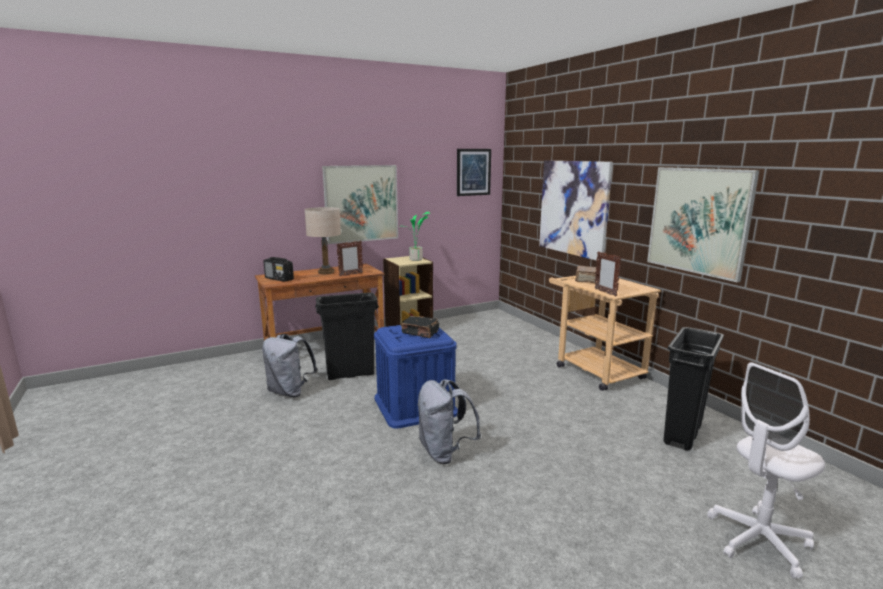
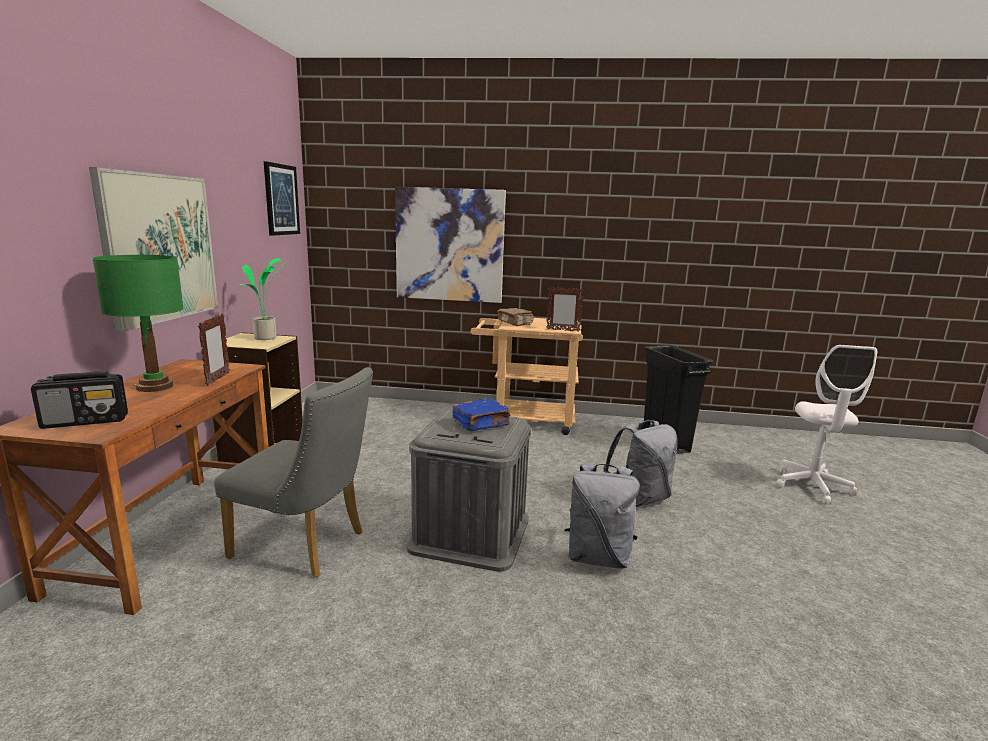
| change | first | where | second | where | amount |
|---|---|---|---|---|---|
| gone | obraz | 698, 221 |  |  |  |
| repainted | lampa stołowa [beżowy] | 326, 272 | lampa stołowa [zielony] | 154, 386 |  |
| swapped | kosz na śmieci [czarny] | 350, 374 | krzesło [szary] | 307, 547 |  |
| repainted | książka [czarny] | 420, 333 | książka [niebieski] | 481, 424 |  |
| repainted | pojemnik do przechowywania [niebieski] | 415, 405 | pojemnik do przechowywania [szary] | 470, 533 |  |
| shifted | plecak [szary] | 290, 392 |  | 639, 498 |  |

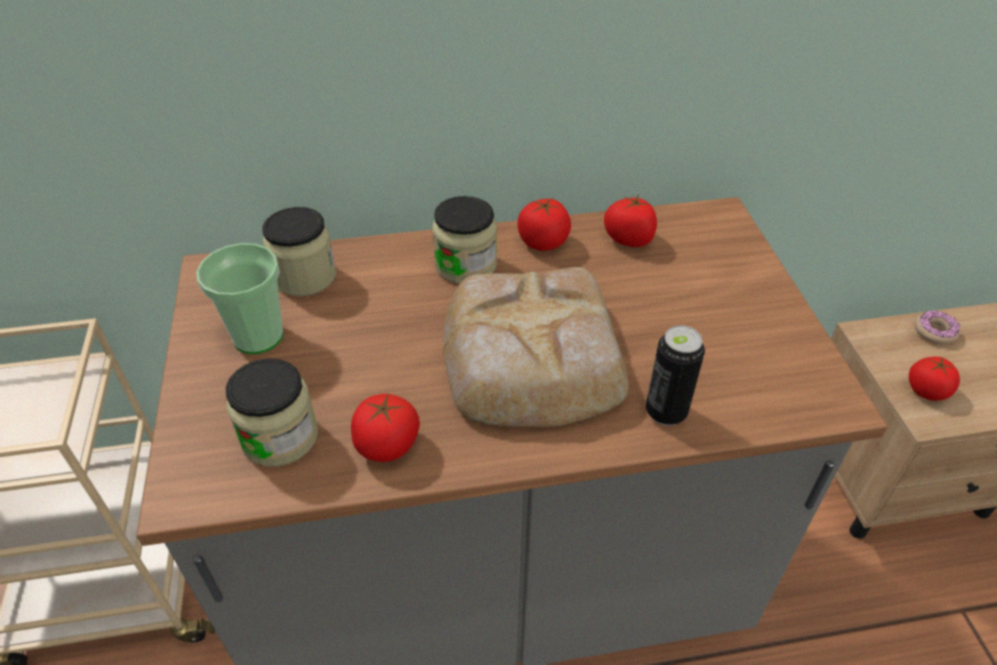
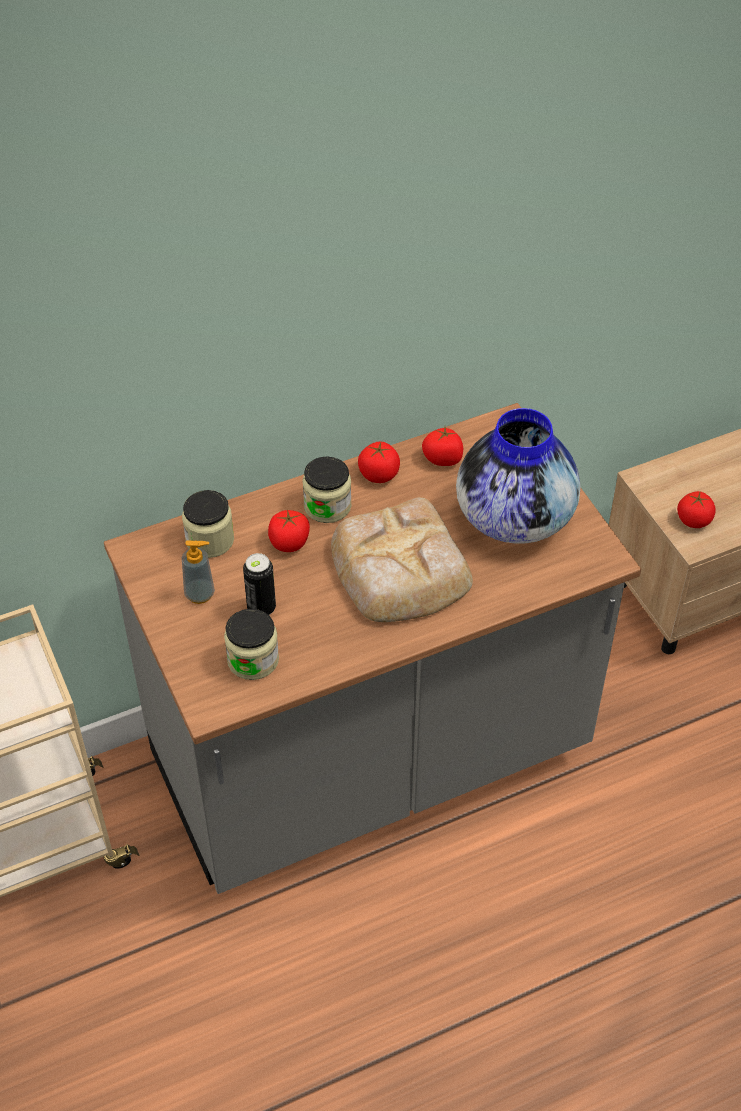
| change | first | where | second | where | amount |
|---|---|---|---|---|---|
| swapped | filiżanka | 258, 336 | dozownik mydła | 200, 594 |  |
| gone | donut | 934, 331 |  |  |  |
| shifted | puszka | 666, 412 |  | 261, 608 |  |
| shifted | pomidor | 387, 445 |  | 289, 542 |  |
| new |  |  | wazon | 515, 517 |  |

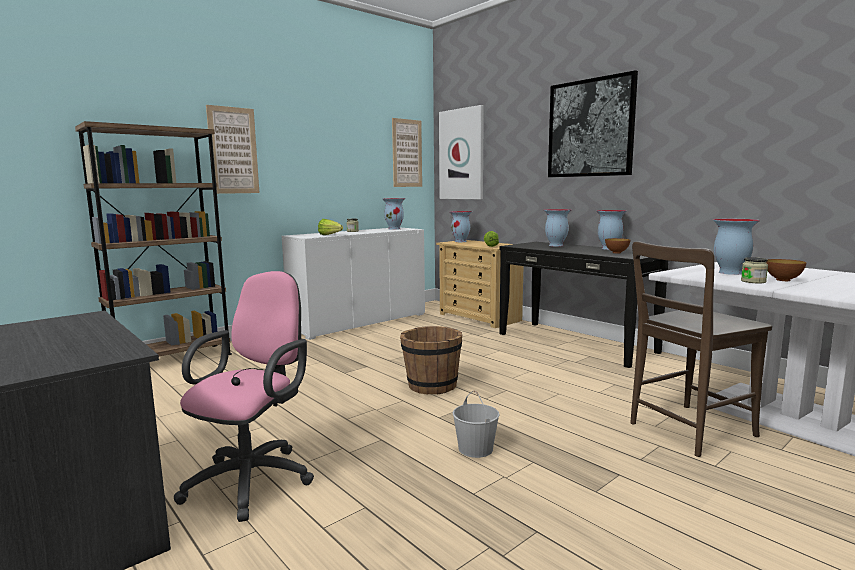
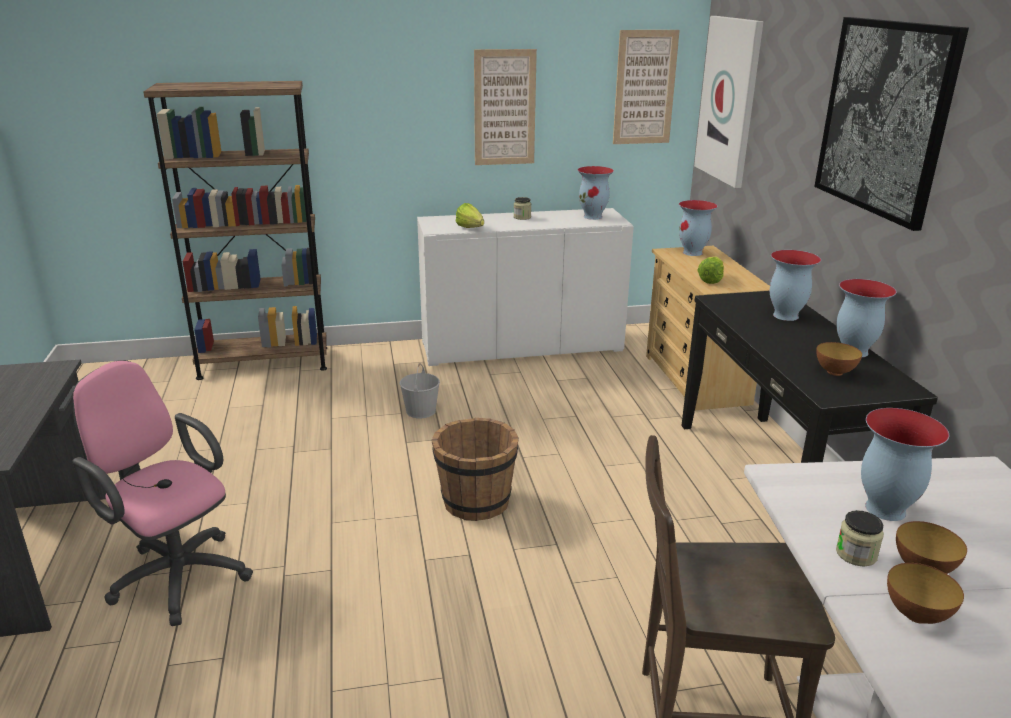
| change | first | where | second | where | amount |
|---|---|---|---|---|---|
| shifted | obraz | 233, 150 |  | 504, 108 |  |
| rotated | krzesło biurowe [różowy] | 254, 478 |  | 176, 574 | 105 degrees counterclockwise |
| shifted | wiadro [biały] | 475, 448 |  | 420, 410 |  |
| new |  |  | miska | 916, 615 |  |

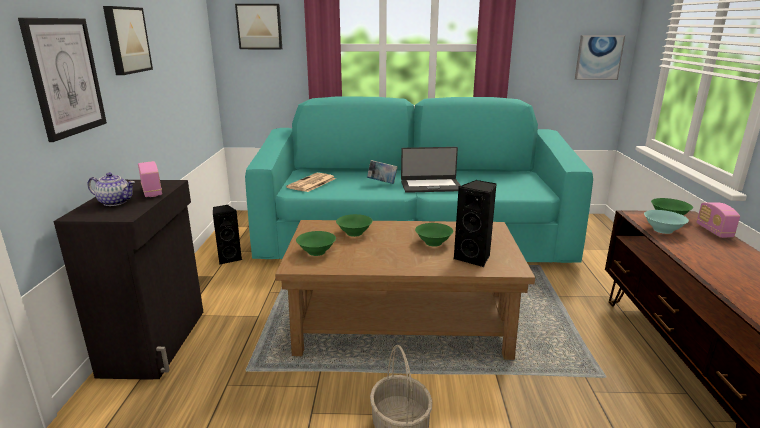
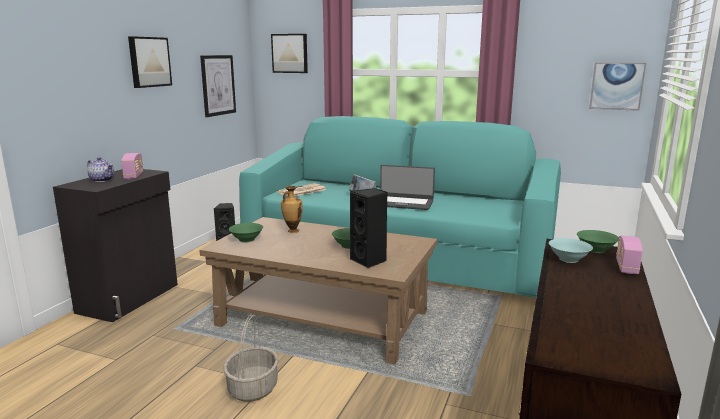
| change | first | where | second | where | amount |
|---|---|---|---|---|---|
| shifted | obraz | 65, 77 |  | 218, 85 |  |
| swapped | miska [zielony] | 354, 233 | wazon | 292, 231 |  |

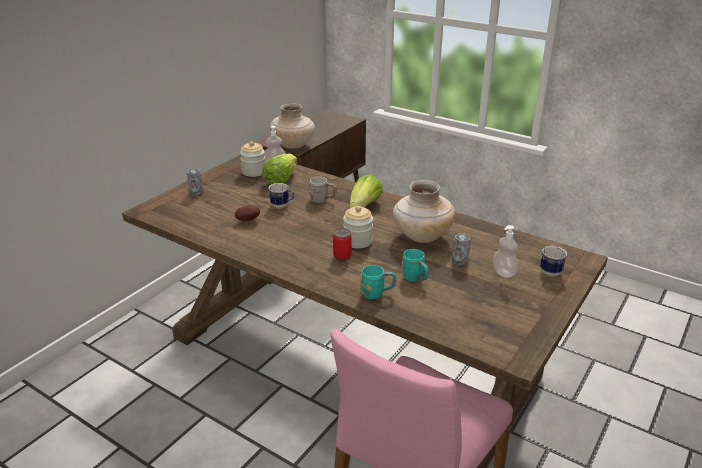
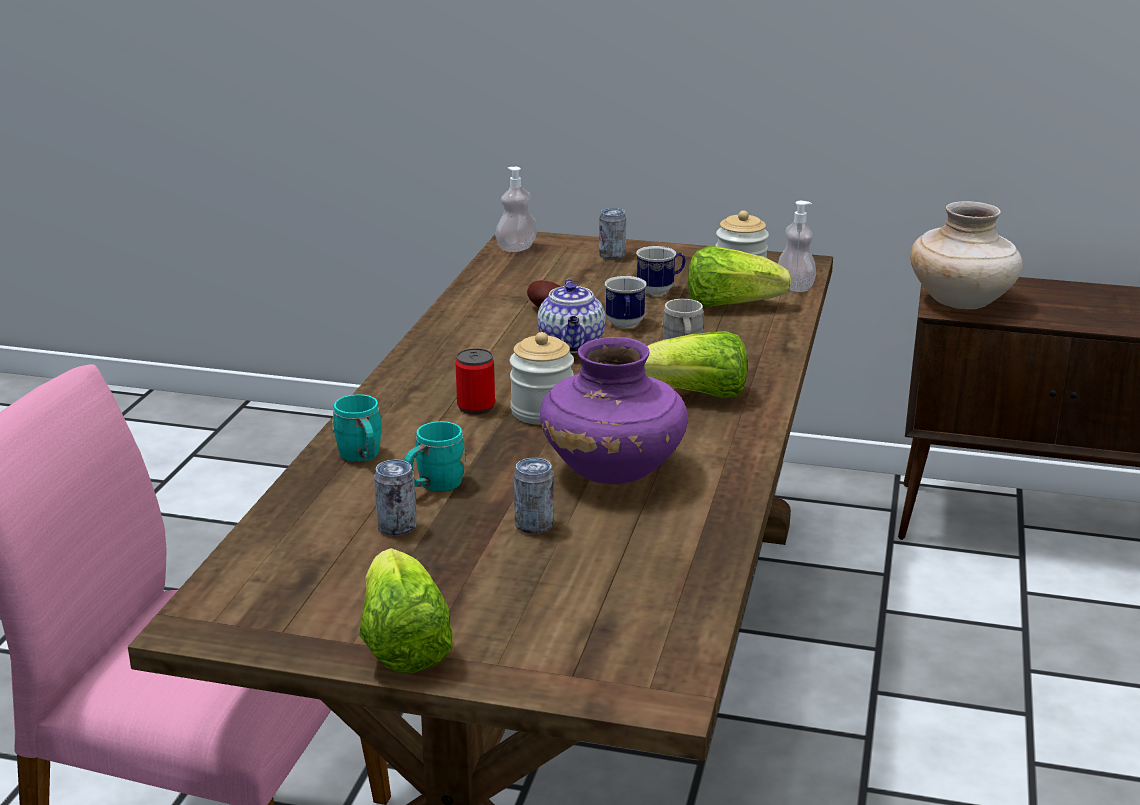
| change | first | where | second | where | amount |
|---|---|---|---|---|---|
| repainted | wazon [beżowy] | 421, 236 | wazon [fioletowy] | 613, 471 |  |
| shifted | dozownik mydła | 503, 273 |  | 516, 248 |  |
| shifted | kubek | 549, 270 |  | 660, 290 |  |
| new |  |  | imbryk | 572, 345 |  |
| new |  |  | puszka | 397, 527 |  |
| new |  |  | sałata | 403, 643 |  |

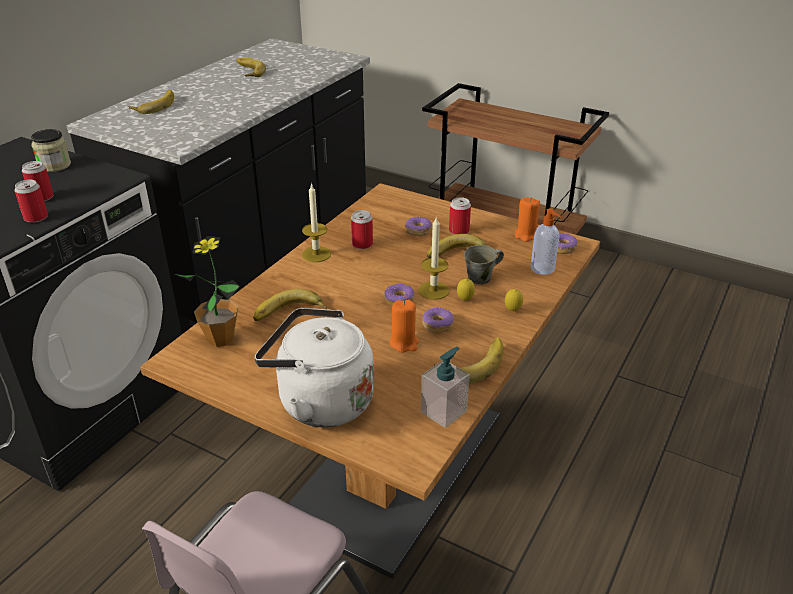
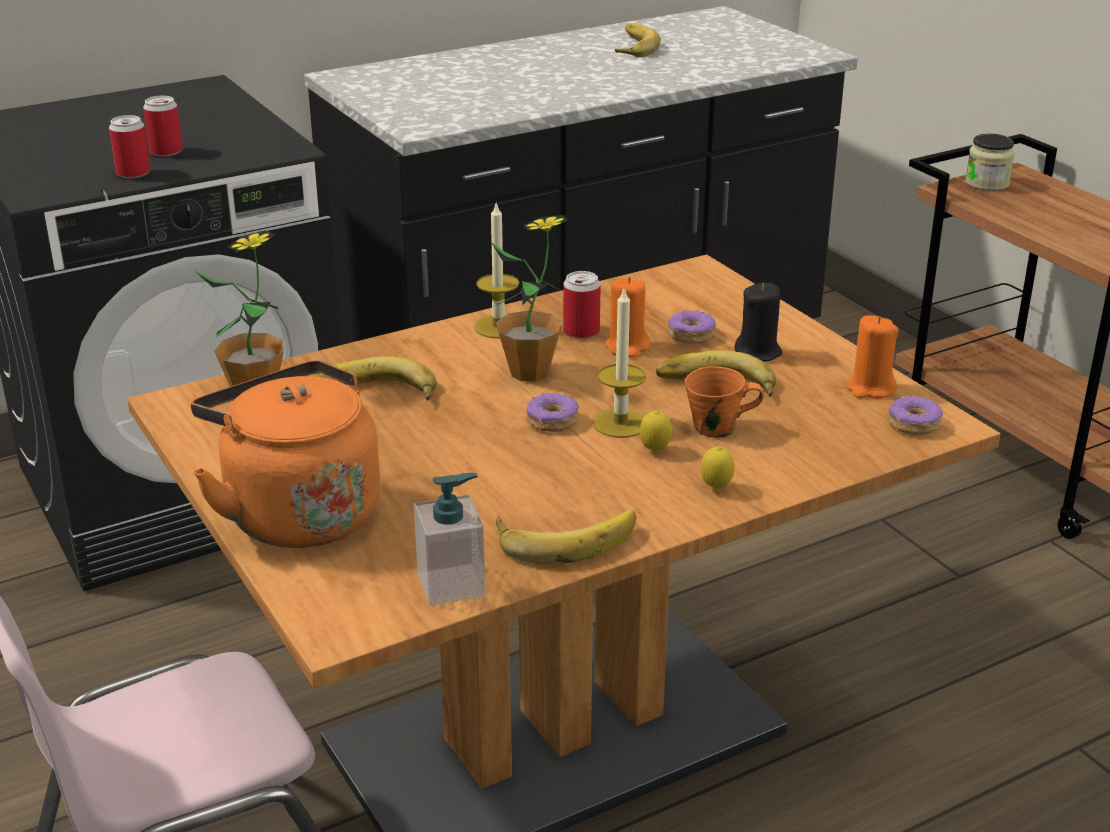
| change | first | where | second | where | amount |
|---|---|---|---|---|---|
| gone | banan | 154, 105 |  |  |  |
| shifted | słoik | 54, 165 |  | 987, 183 |  |
| swapped | puszka | 459, 231 | świeca [czarny] | 758, 353 |  |
| gone | dozownik mydła | 543, 269 |  |  |  |
| repainted | kubek [szary] | 481, 278 | kubek [pomarańczowy] | 717, 428 |  |
| shifted | świeca [pomarańczowy] | 404, 343 |  | 627, 346 |  |
| gone | donut | 437, 325 |  |  |  |
| repainted | czajnik [biały] | 320, 402 | czajnik [pomarańczowy] | 297, 513 |  |
| new |  |  | roślina doniczkowa | 529, 372 |  |

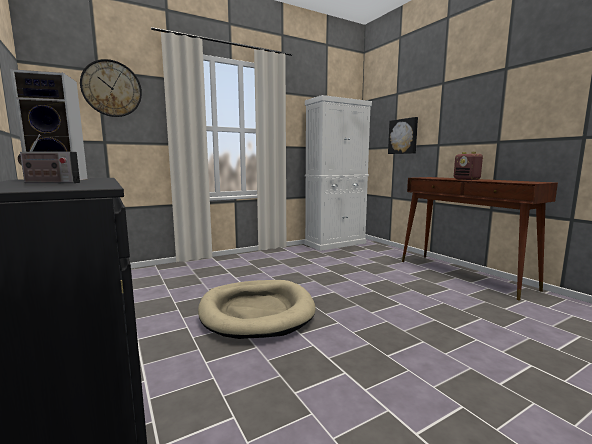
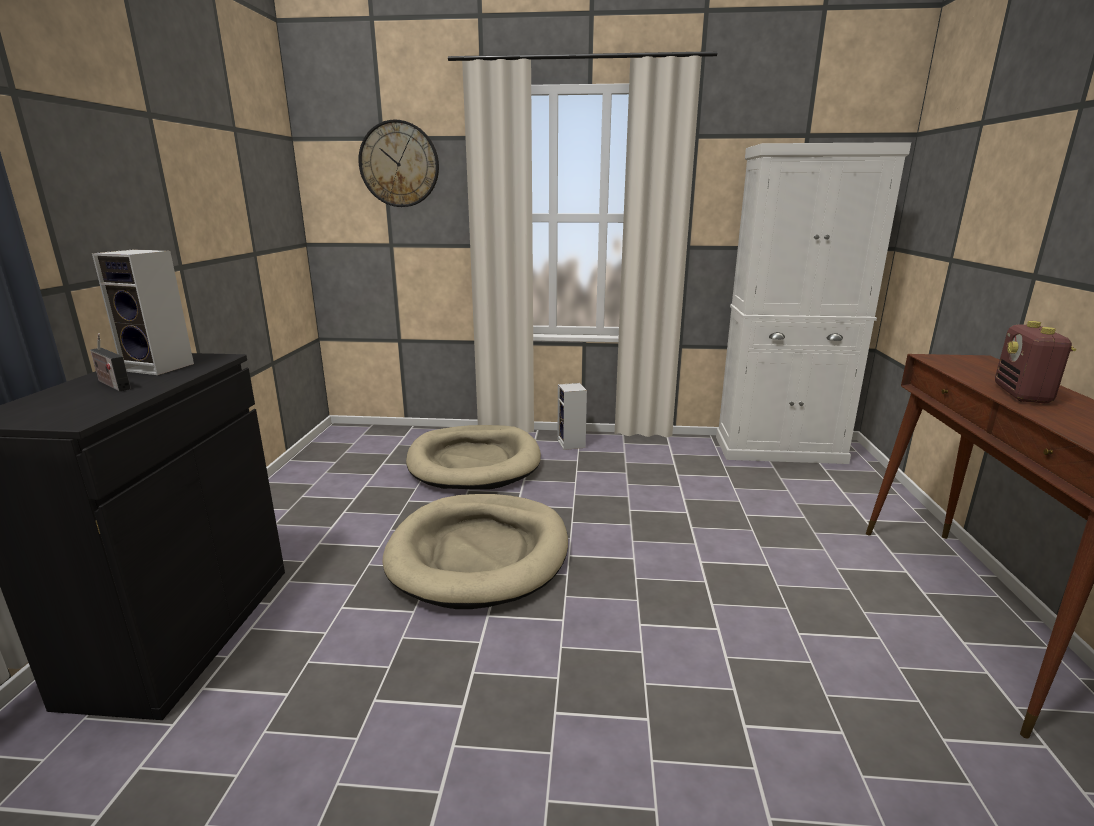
| change | first | where | second | where | amount |
|---|---|---|---|---|---|
| gone | obraz | 403, 136 |  |  |  |
| new |  |  | głośnik | 572, 444 |  |
| new |  |  | legowisko [beżowy] | 474, 462 |  |

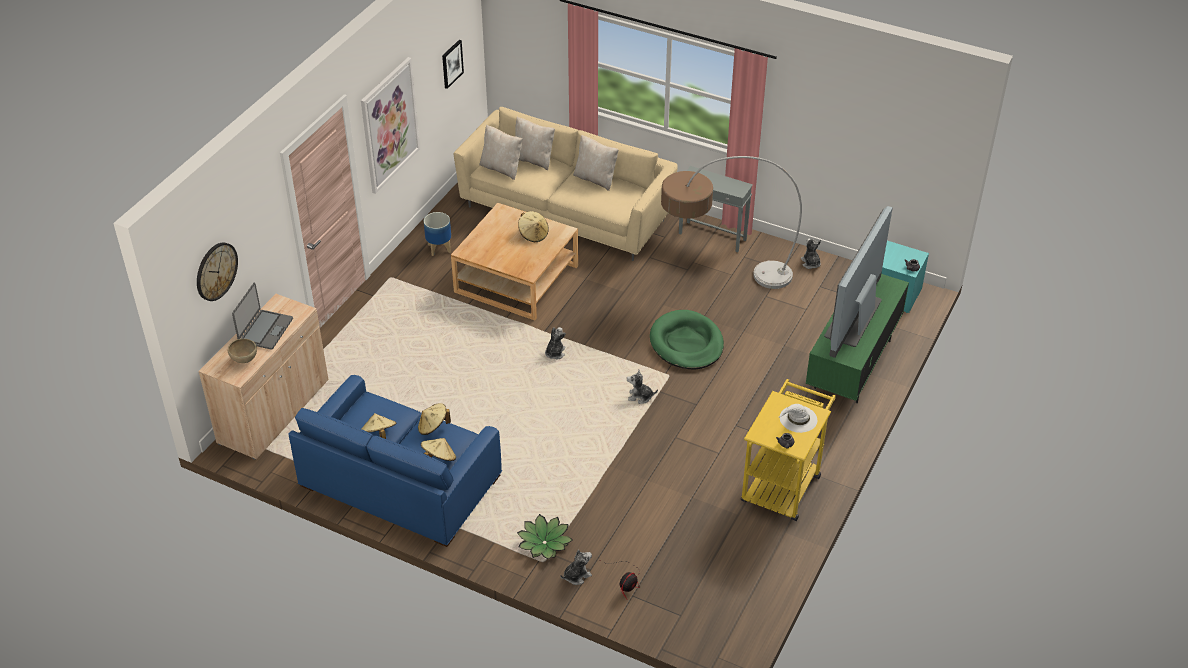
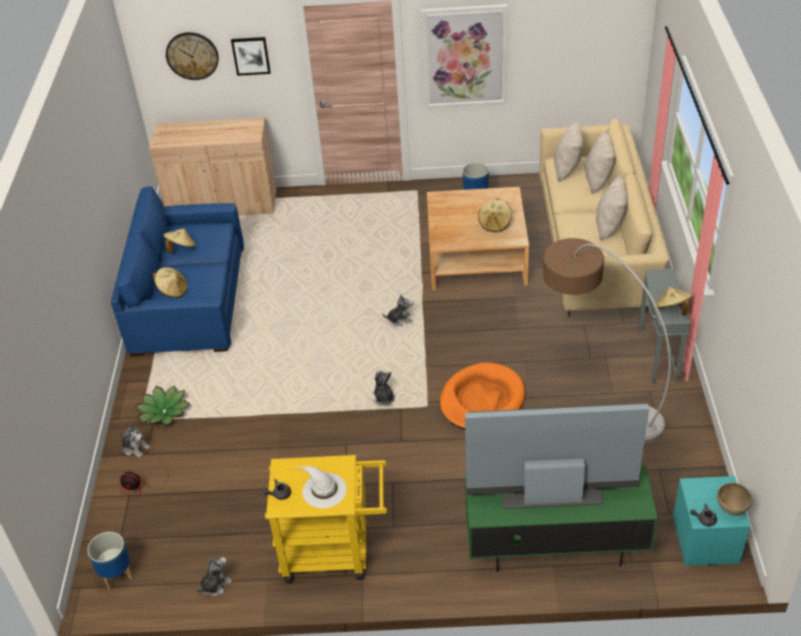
| change | first | where | second | where | amount |
|---|---|---|---|---|---|
| shifted | obraz | 452, 63 |  | 251, 55 |  |
| shifted | pluszak | 810, 263 |  | 215, 585 |  |
| gone | laptop | 265, 330 |  |  |  |
| repainted | legowisko [zielony] | 686, 343 | legowisko [pomarańczowy] | 482, 400 |  |
| shifted | miska [brązowy] | 244, 360 |  | 731, 508 |  |
| shifted | kapelusz [beżowy] | 433, 427 |  | 672, 310 |  |
| new |  |  | donica | 117, 574 |  |

